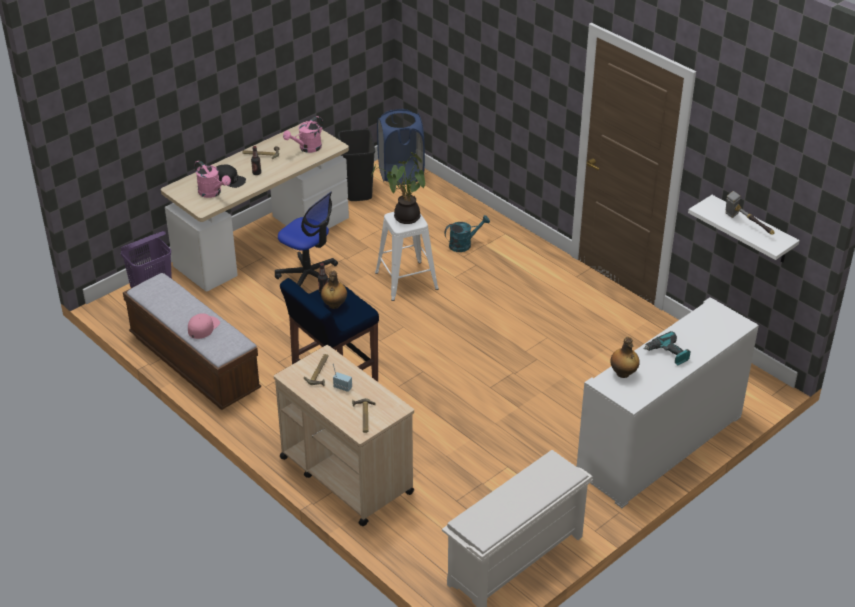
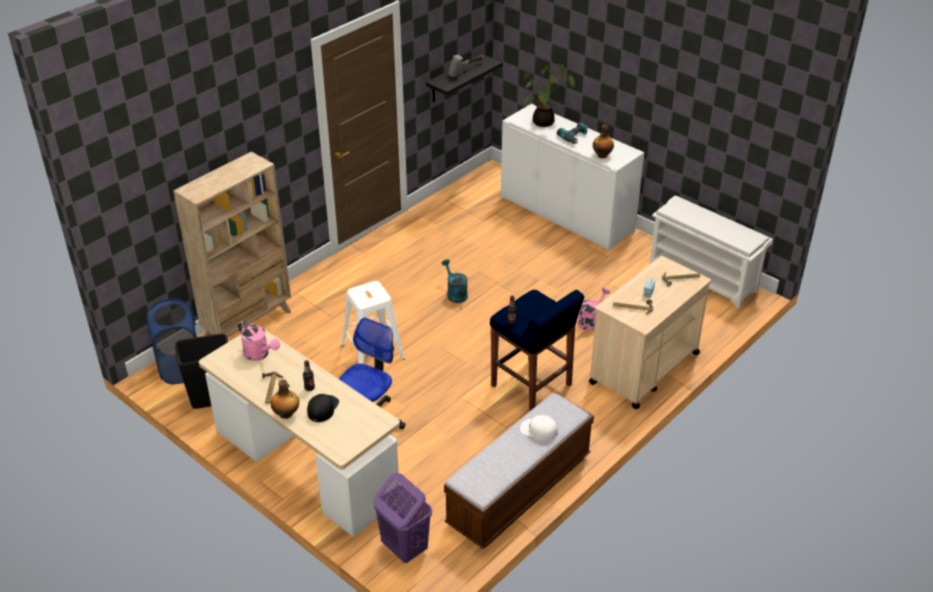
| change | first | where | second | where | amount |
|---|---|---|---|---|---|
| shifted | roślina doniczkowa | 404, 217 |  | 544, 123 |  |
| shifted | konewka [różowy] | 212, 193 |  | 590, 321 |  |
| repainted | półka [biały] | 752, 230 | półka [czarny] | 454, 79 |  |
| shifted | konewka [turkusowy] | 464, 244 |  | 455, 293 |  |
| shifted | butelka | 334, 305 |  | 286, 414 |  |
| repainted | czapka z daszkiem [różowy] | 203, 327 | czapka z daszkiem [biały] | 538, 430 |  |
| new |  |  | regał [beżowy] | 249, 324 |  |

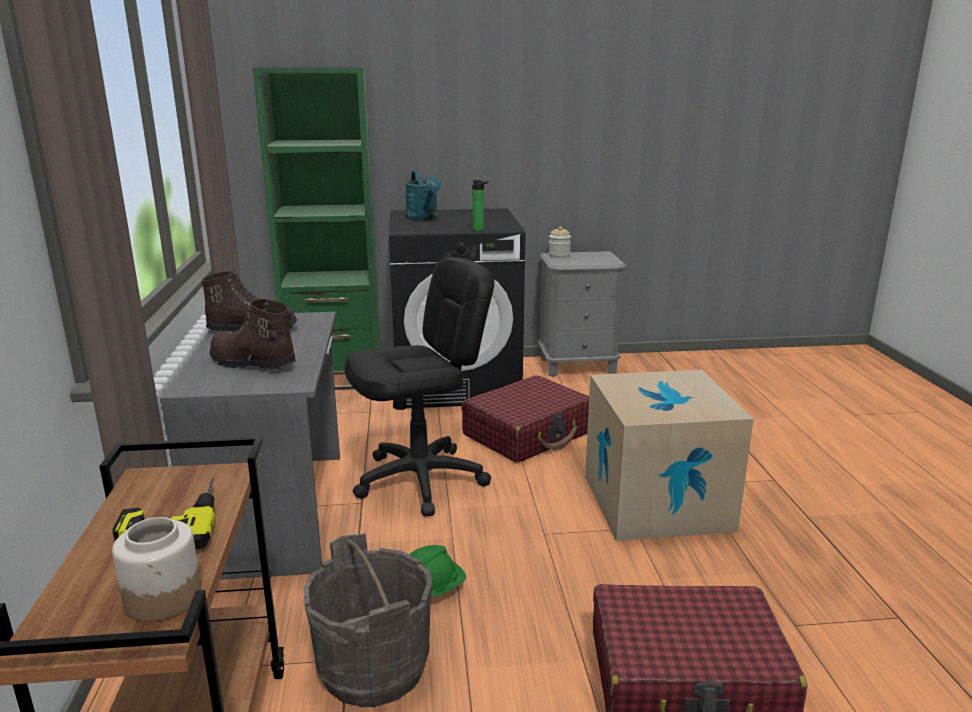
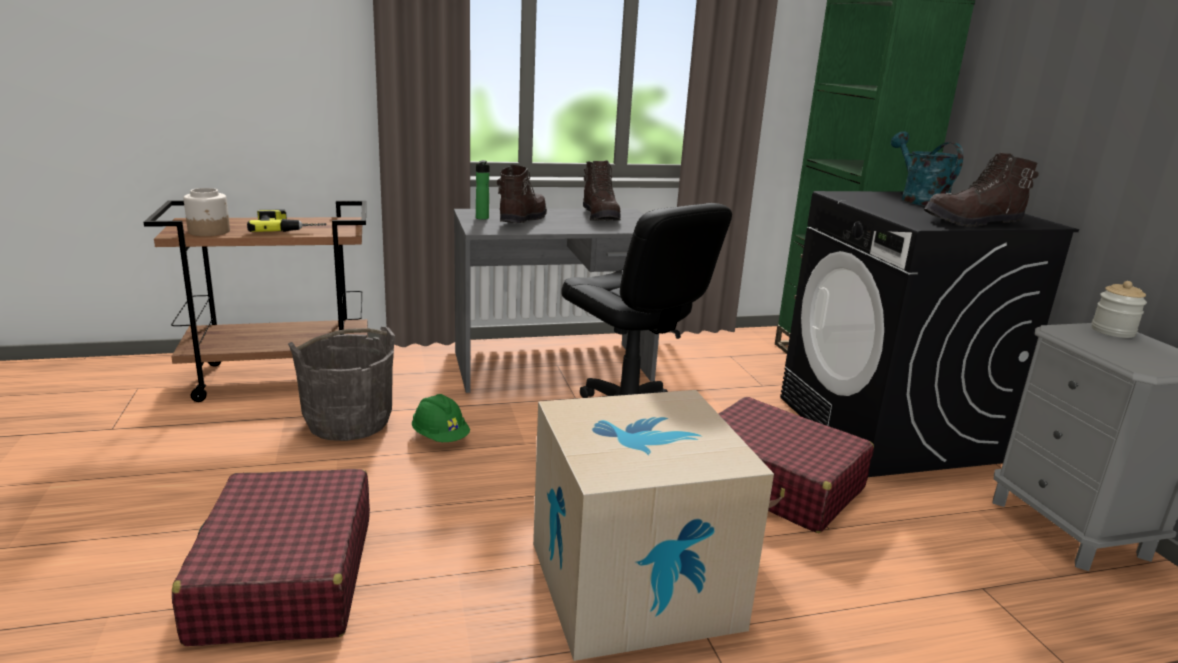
| change | first | where | second | where | amount |
|---|---|---|---|---|---|
| rotated | konewka [turkusowy] | 424, 219 |  | 918, 199 | 105 degrees clockwise |
| shifted | butelka | 480, 230 |  | 481, 218 |  |
| new |  |  | but z cholewką [brązowy] | 973, 223 |  |

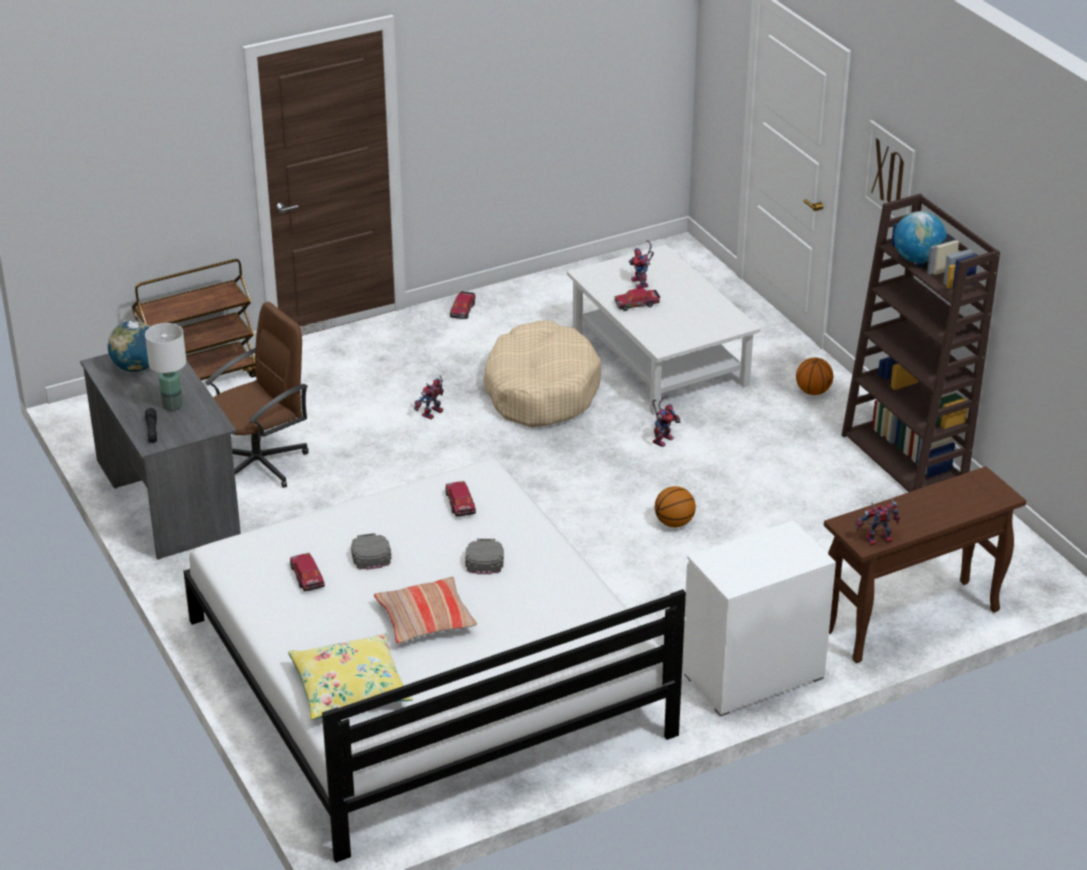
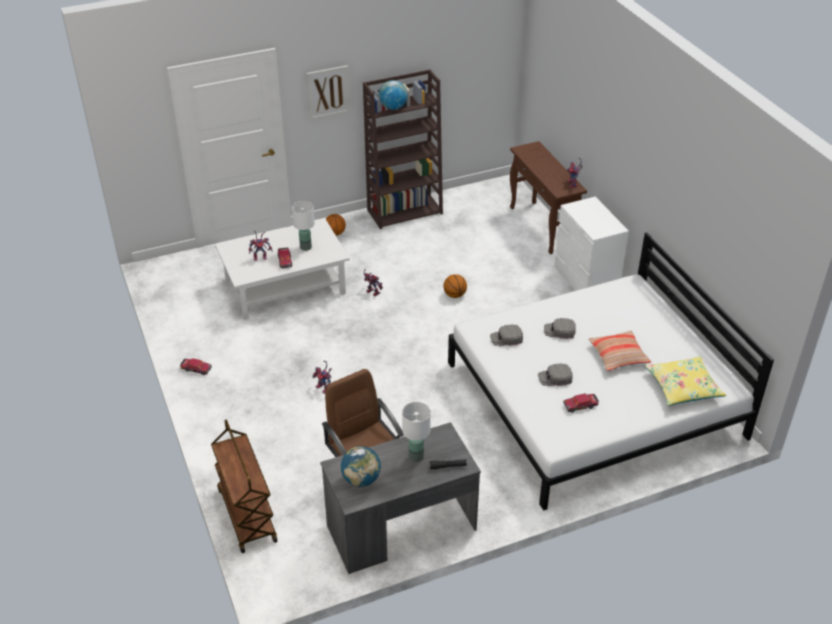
| change | first | where | second | where | amount |
|---|---|---|---|---|---|
| gone | legowisko [beżowy] | 541, 390 |  |  |  |
| swapped | samochodzik | 460, 504 | czapka z daszkiem [szary] | 506, 338 |  |
| new |  |  | lampa stołowa [biały] | 305, 247 |  |

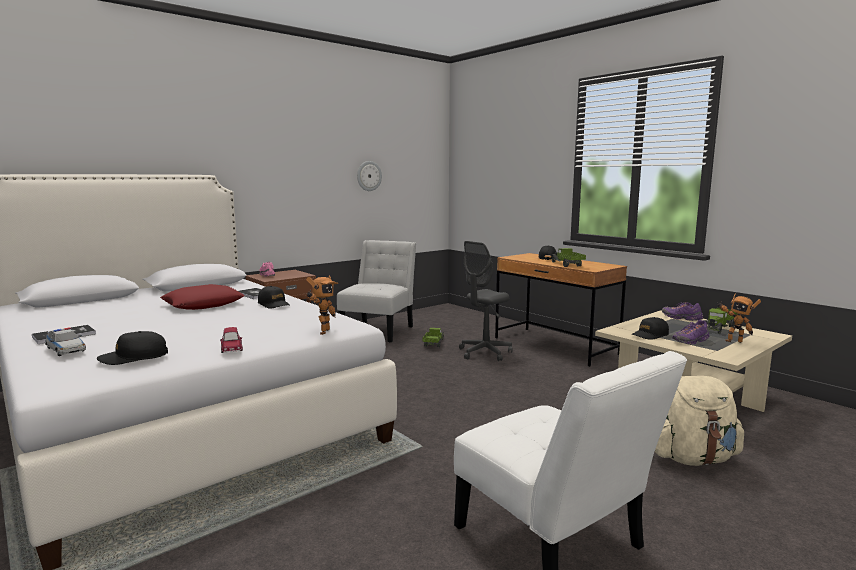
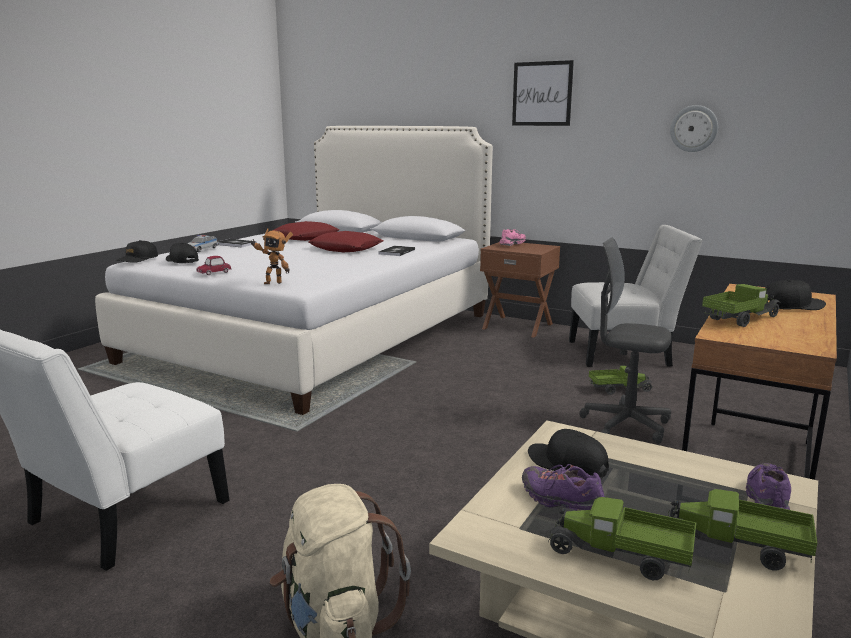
| change | first | where | second | where | amount |
|---|---|---|---|---|---|
| shifted | czapka z daszkiem [czarny] | 274, 304 |  | 138, 259 |  |
| swapped | robot zabawkowy | 733, 341 | ciężarówka zabawkowa | 620, 556 |  |
| new |  |  | obraz | 542, 94 |  |
| new |  |  | poduszka [czerwony] | 305, 237 |  |

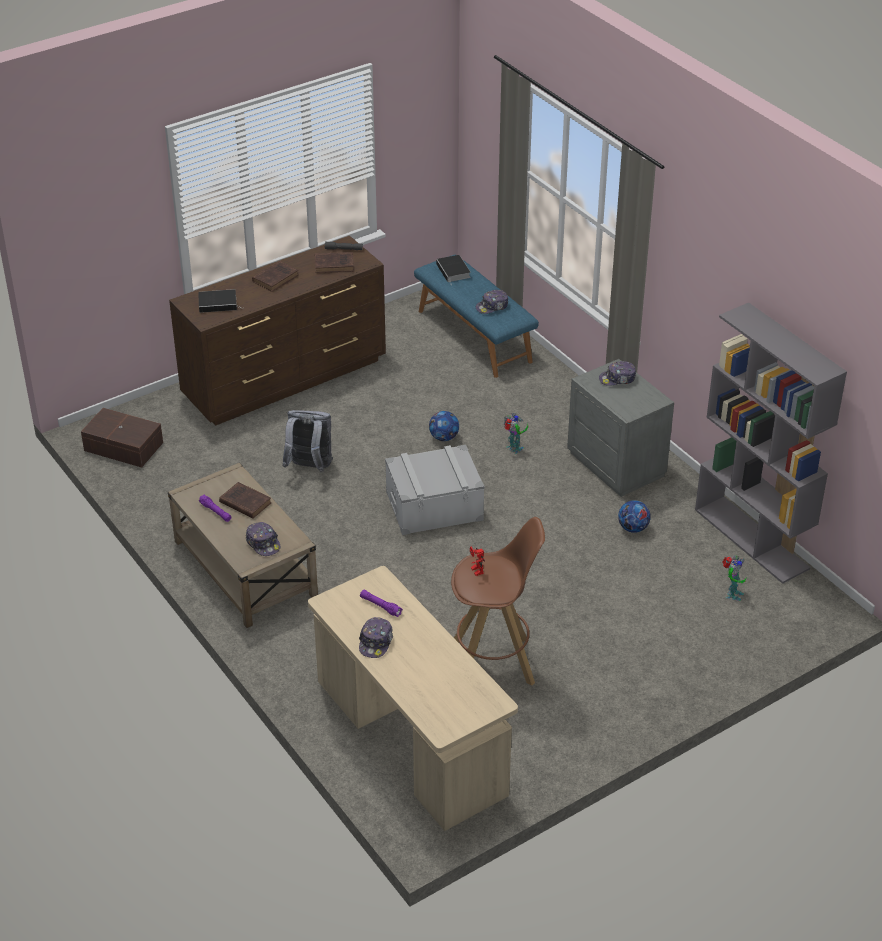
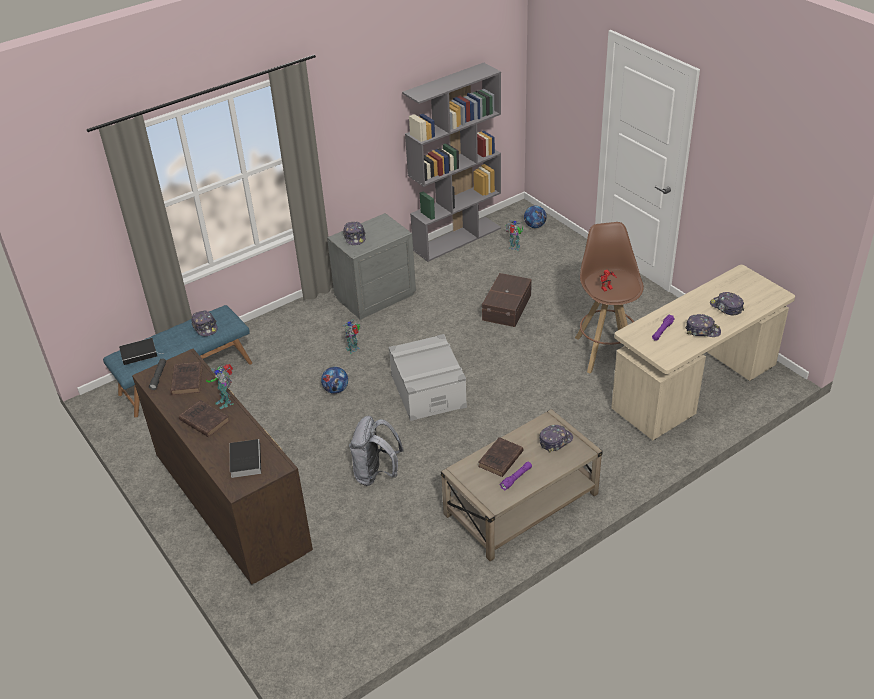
| change | first | where | second | where | amount |
|---|---|---|---|---|---|
| shifted | pojemnik do przechowywania [brązowy] | 123, 447 |  | 508, 307 |  |
| shifted | piłka futbolowa | 633, 528 |  | 535, 226 |  |
| new |  |  | czapka z daszkiem | 726, 307 |  |
| new |  |  | robot zabawkowy | 225, 401 |  |

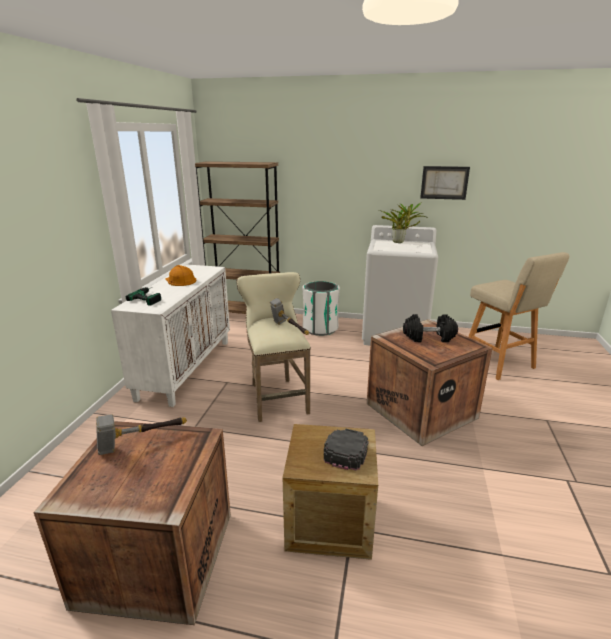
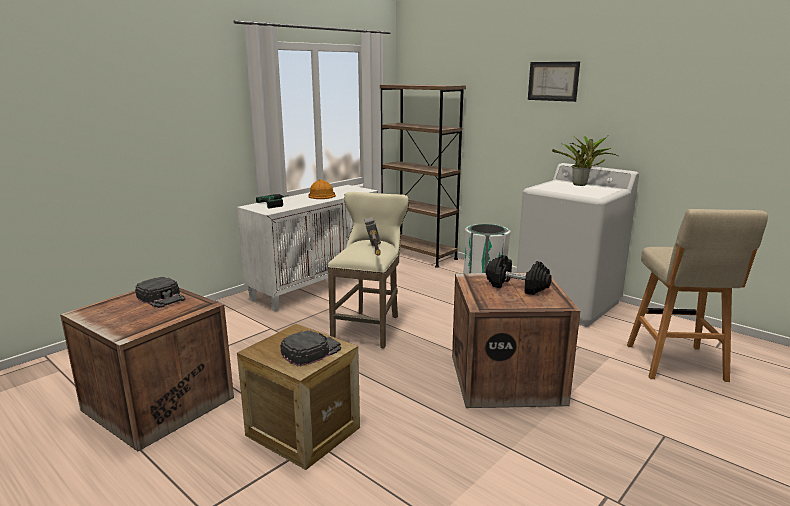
| change | first | where | second | where | amount |
|---|---|---|---|---|---|
| shifted | obraz | 444, 182 |  | 553, 81 |  |
| swapped | młotek | 141, 442 | czapka z daszkiem [czarny] | 161, 297 |  |

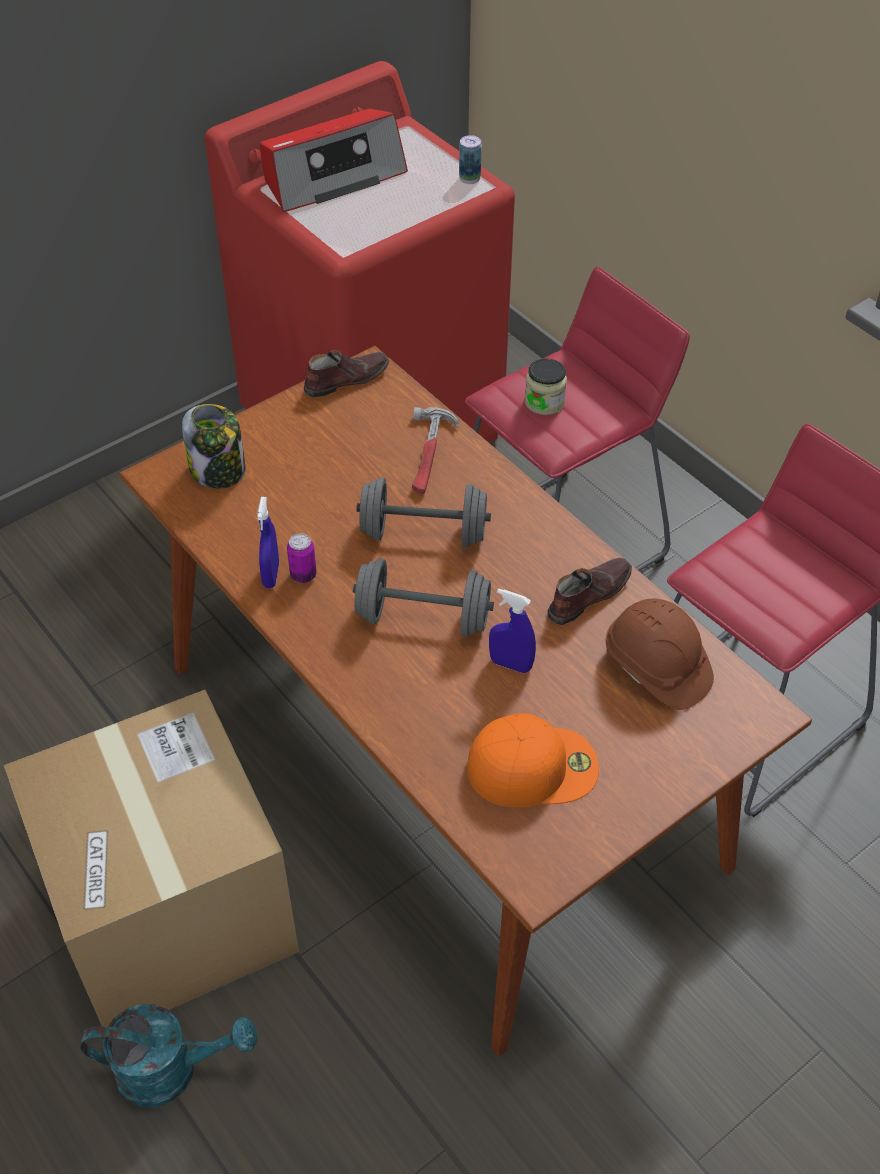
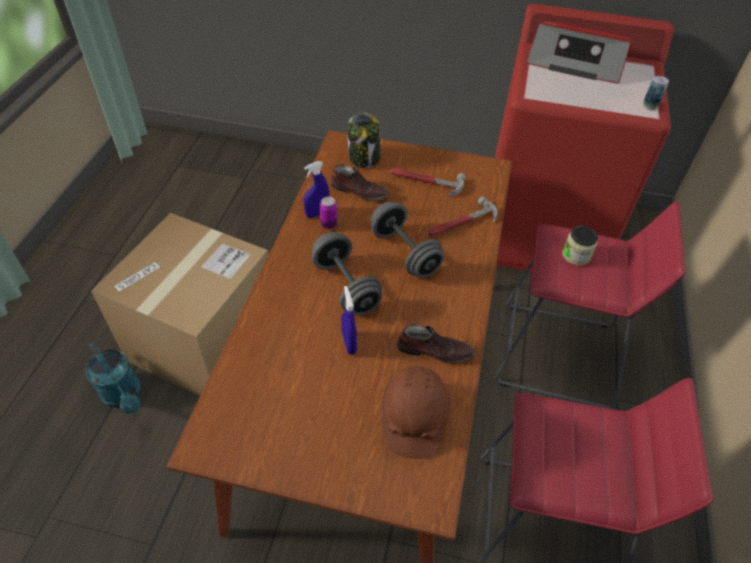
| change | first | where | second | where | amount |
|---|---|---|---|---|---|
| shifted | but [brązowy] | 346, 379 |  | 360, 191 |  |
| gone | czapka z daszkiem [pomarańczowy] | 533, 766 |  |  |  |
| new |  |  | młotek | 426, 182 |  |

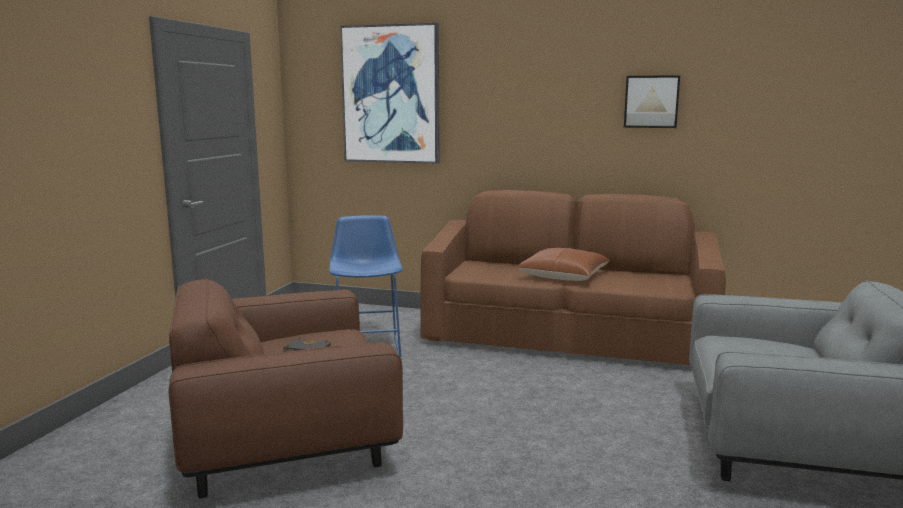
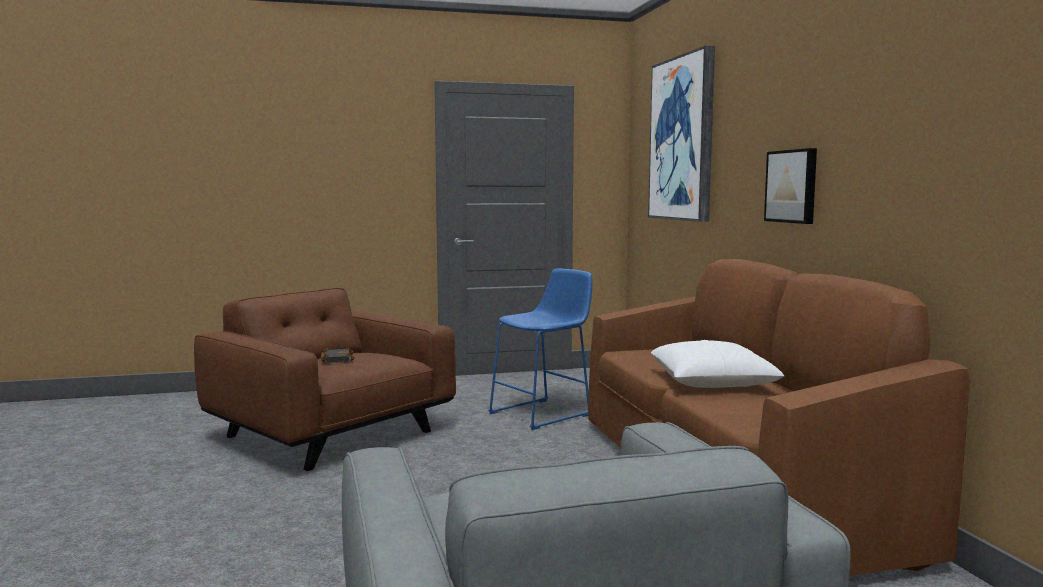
| change | first | where | second | where | amount |
|---|---|---|---|---|---|
| shifted | obraz | 651, 101 |  | 792, 186 |  |
| repainted | poduszka [brązowy] | 563, 276 | poduszka [biały] | 712, 382 |  |

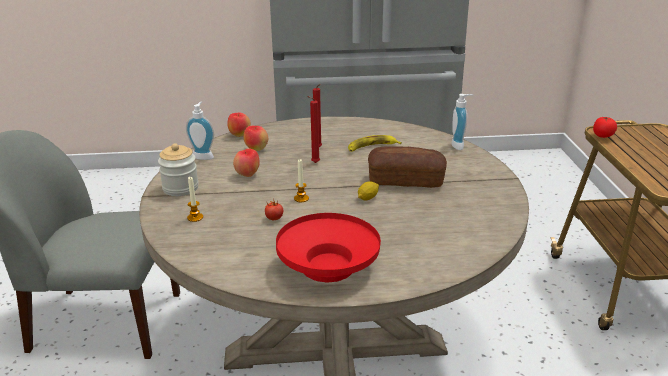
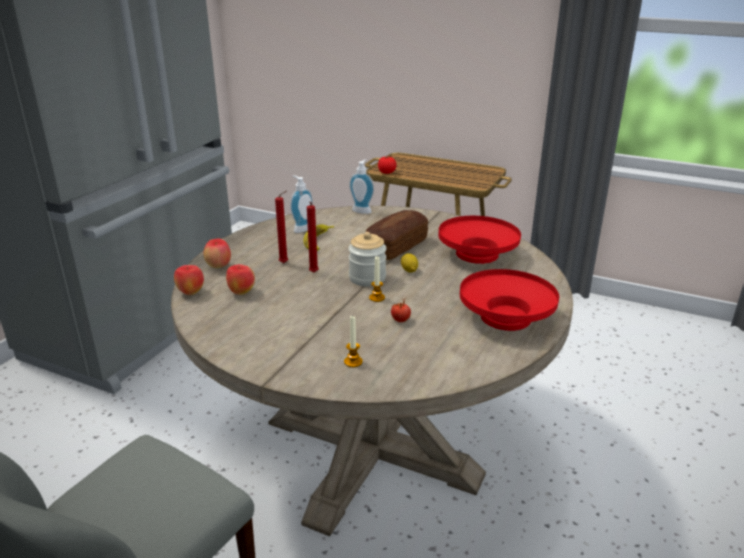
| change | first | where | second | where | amount |
|---|---|---|---|---|---|
| shifted | dozownik mydła | 204, 156 |  | 301, 228 |  |
| shifted | słoik | 180, 188 |  | 367, 278 |  |
| shifted | jabłko | 247, 175 |  | 218, 266 |  |
| new |  |  | miska [czerwony] | 477, 254 |  |

